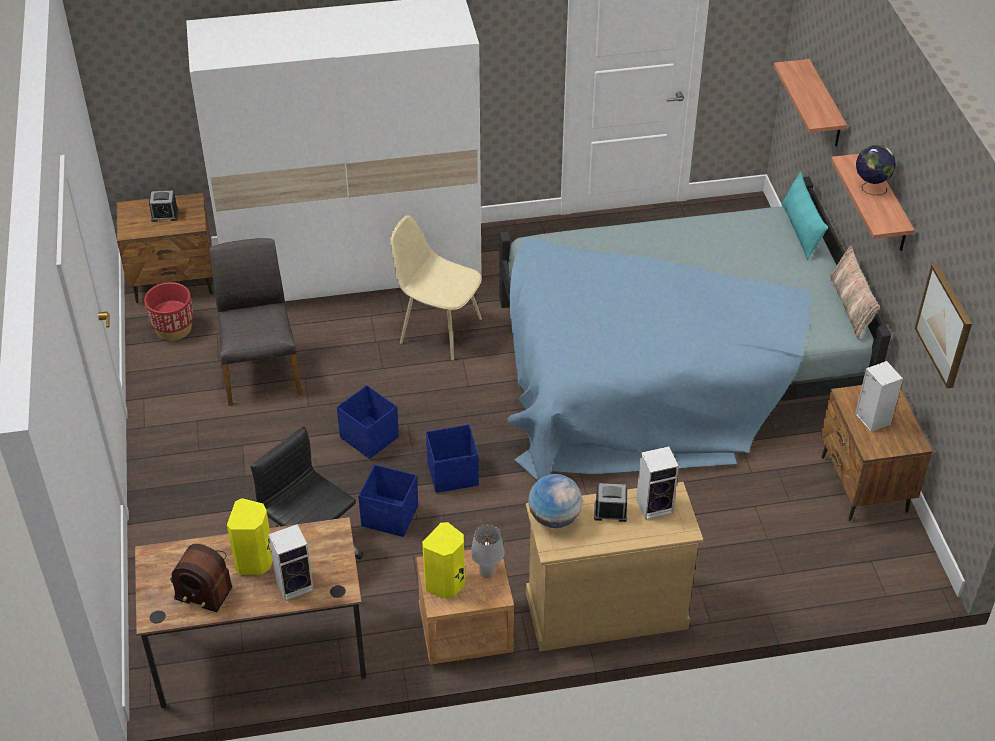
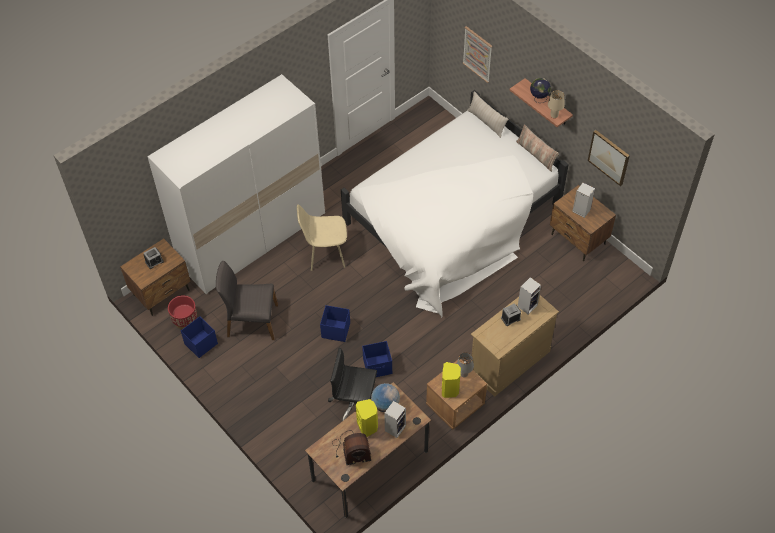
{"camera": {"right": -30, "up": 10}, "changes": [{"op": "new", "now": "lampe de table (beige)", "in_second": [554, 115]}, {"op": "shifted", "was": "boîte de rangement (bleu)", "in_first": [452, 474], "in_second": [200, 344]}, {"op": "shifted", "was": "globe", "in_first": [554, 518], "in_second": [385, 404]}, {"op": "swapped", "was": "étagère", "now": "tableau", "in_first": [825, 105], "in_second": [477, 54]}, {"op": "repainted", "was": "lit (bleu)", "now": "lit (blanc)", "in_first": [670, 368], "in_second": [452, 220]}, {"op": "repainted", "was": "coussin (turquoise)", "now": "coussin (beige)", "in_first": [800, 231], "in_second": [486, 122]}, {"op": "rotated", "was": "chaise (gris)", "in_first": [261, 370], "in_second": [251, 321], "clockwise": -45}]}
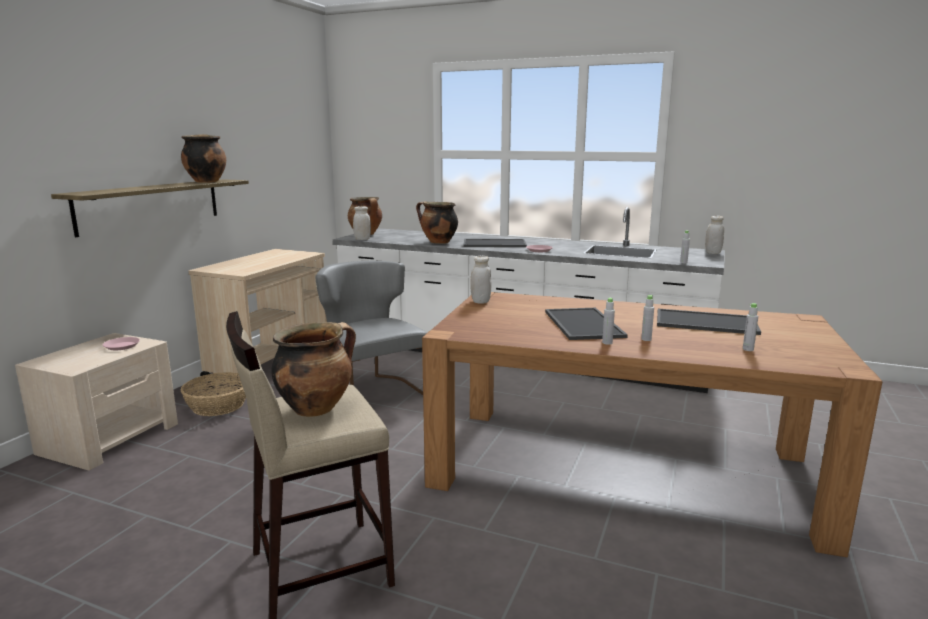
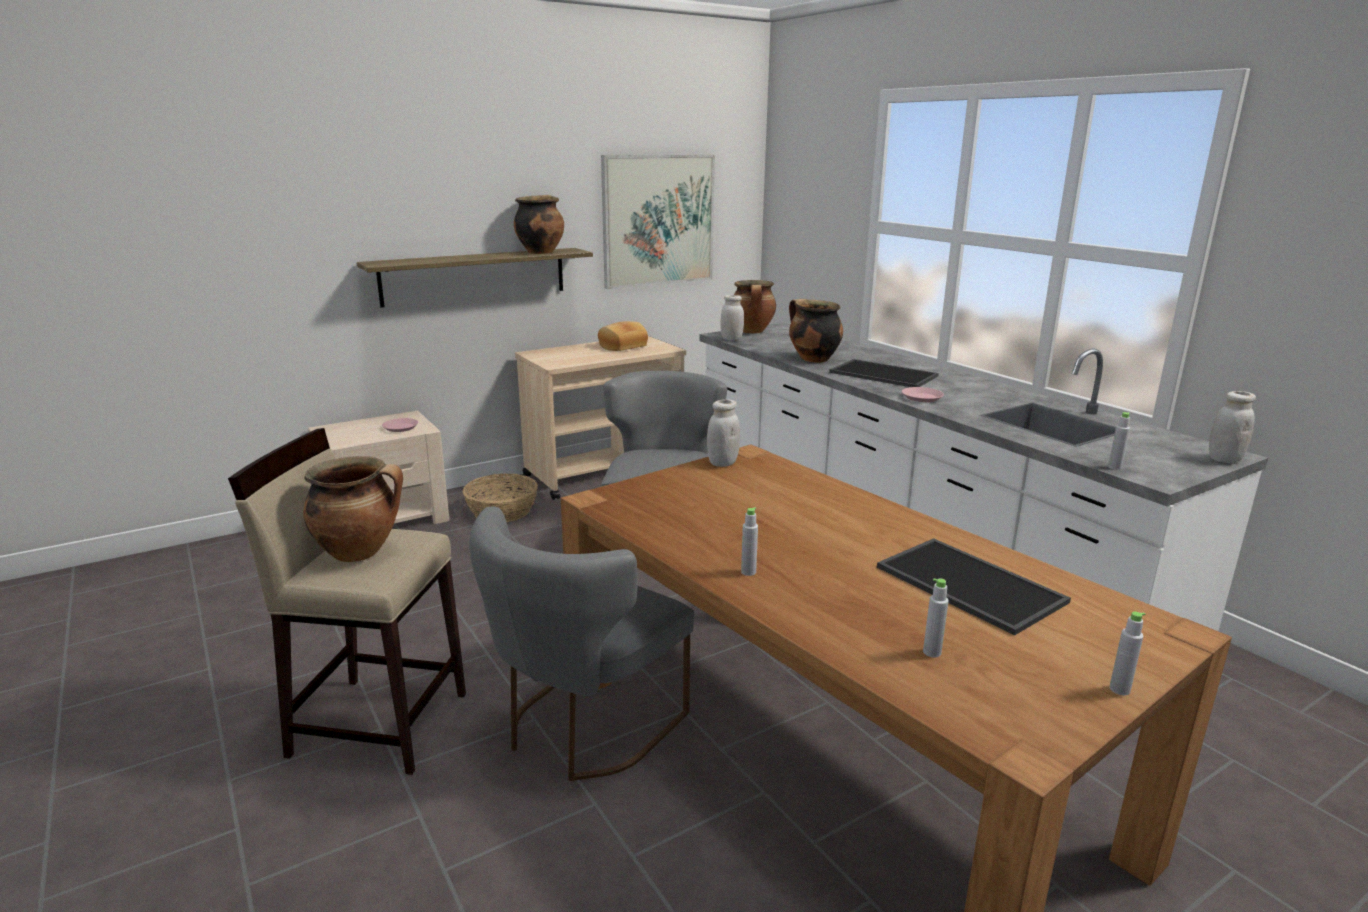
{"camera": {"right": 35, "up": 5}, "changes": [{"op": "gone", "was": "plateau", "in_first": [581, 324]}, {"op": "new", "now": "chaise (gris)", "in_second": [583, 729]}, {"op": "new", "now": "pain", "in_second": [622, 346]}, {"op": "new", "now": "tableau", "in_second": [658, 220]}, {"op": "shifted", "was": "bouteille (gris)", "in_first": [646, 339], "in_second": [1119, 689]}]}
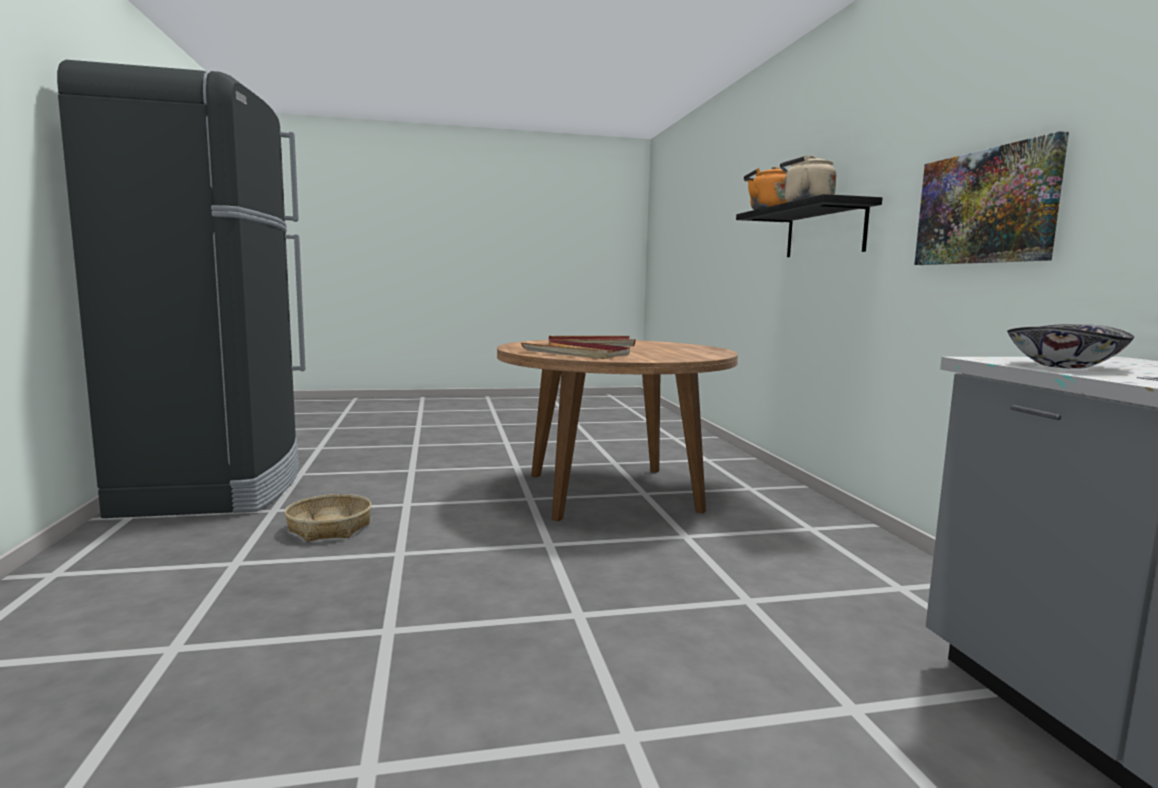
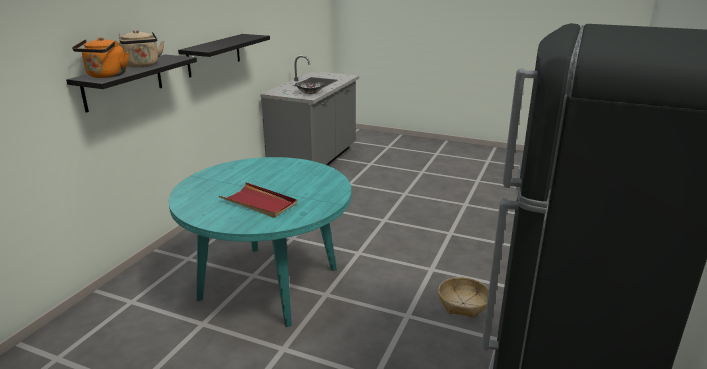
{"camera": {"right": -145, "up": 15}, "changes": [{"op": "gone", "was": "plateau (rouge)", "in_first": [576, 353]}, {"op": "swapped", "was": "tableau", "now": "étagère (noir)", "in_first": [985, 207], "in_second": [214, 55]}, {"op": "repainted", "was": "table à manger (marron)", "now": "table à manger (turquoise)", "in_first": [611, 492], "in_second": [269, 283]}]}
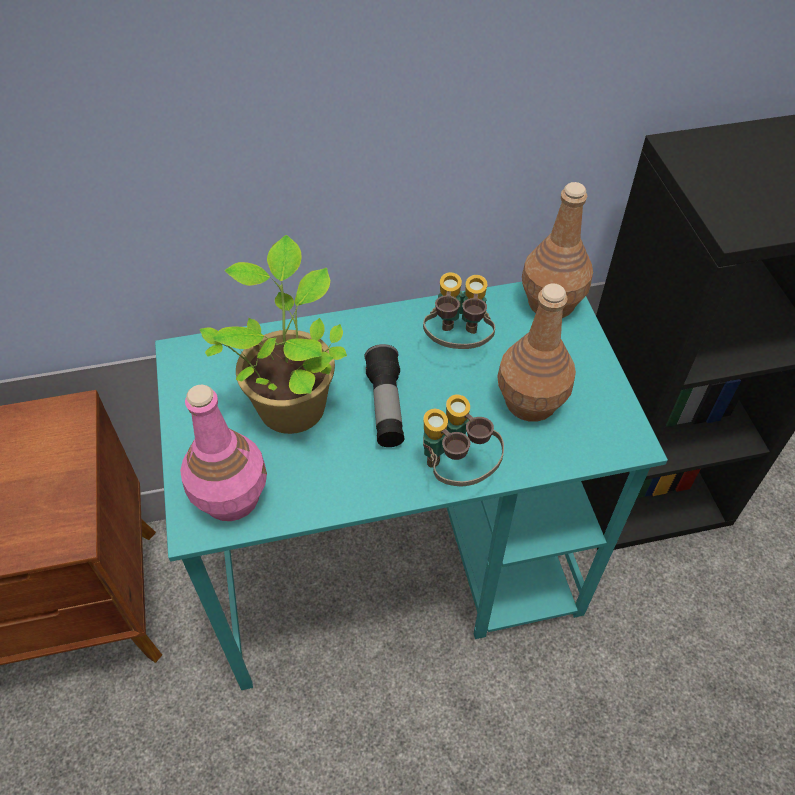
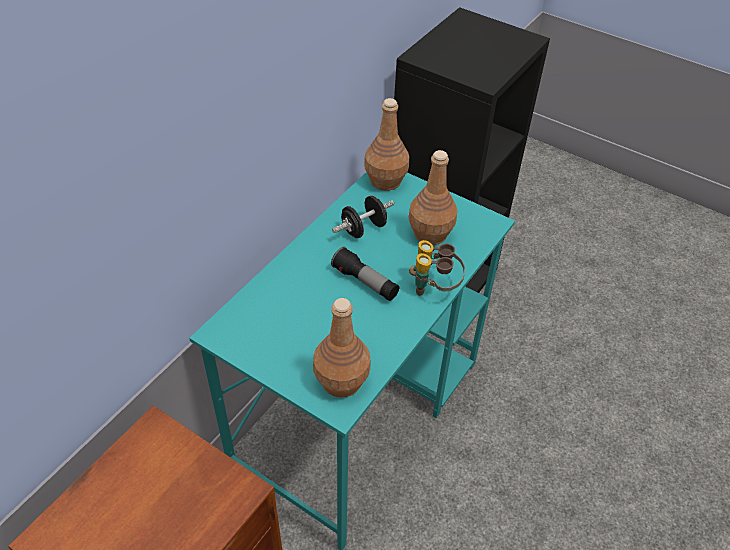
{"camera": {"right": -45, "up": -5}, "changes": [{"op": "gone", "was": "plante en pot", "in_first": [292, 403]}, {"op": "swapped", "was": "jumelles", "now": "haltère (noir)", "in_first": [457, 343], "in_second": [363, 229]}, {"op": "repainted", "was": "bouteille (rose)", "now": "bouteille (marron)", "in_first": [231, 496], "in_second": [341, 381]}]}
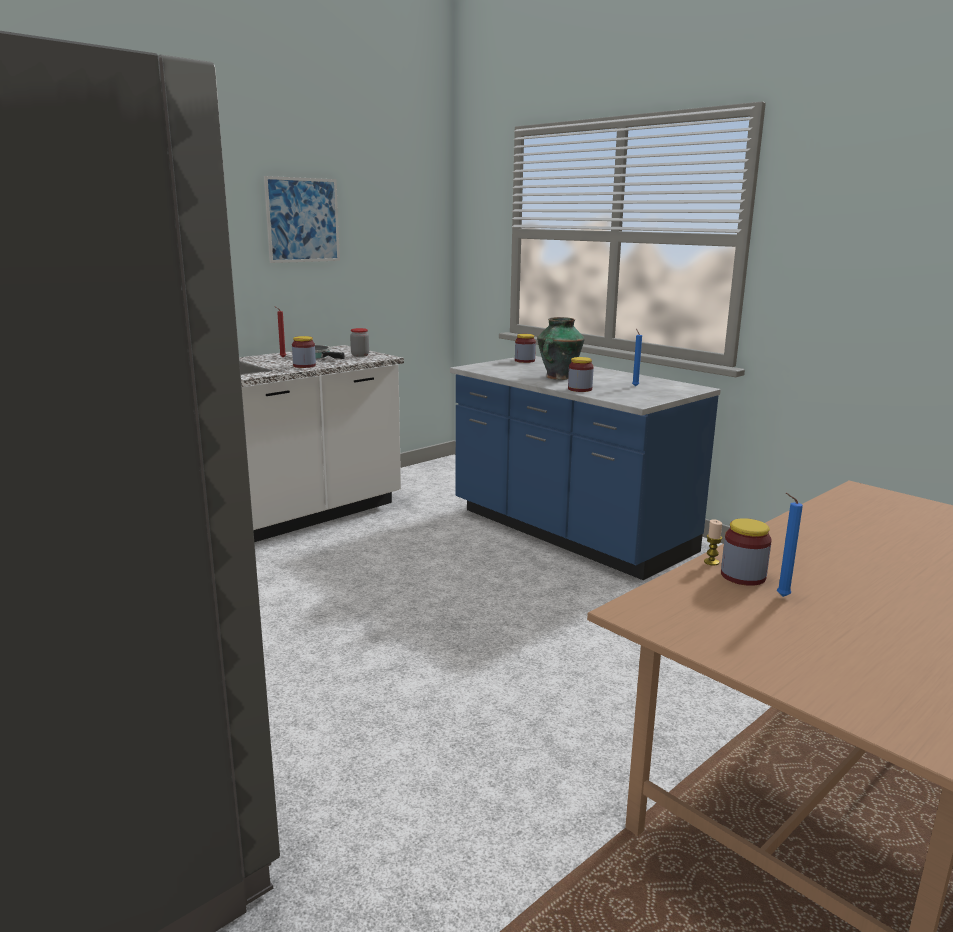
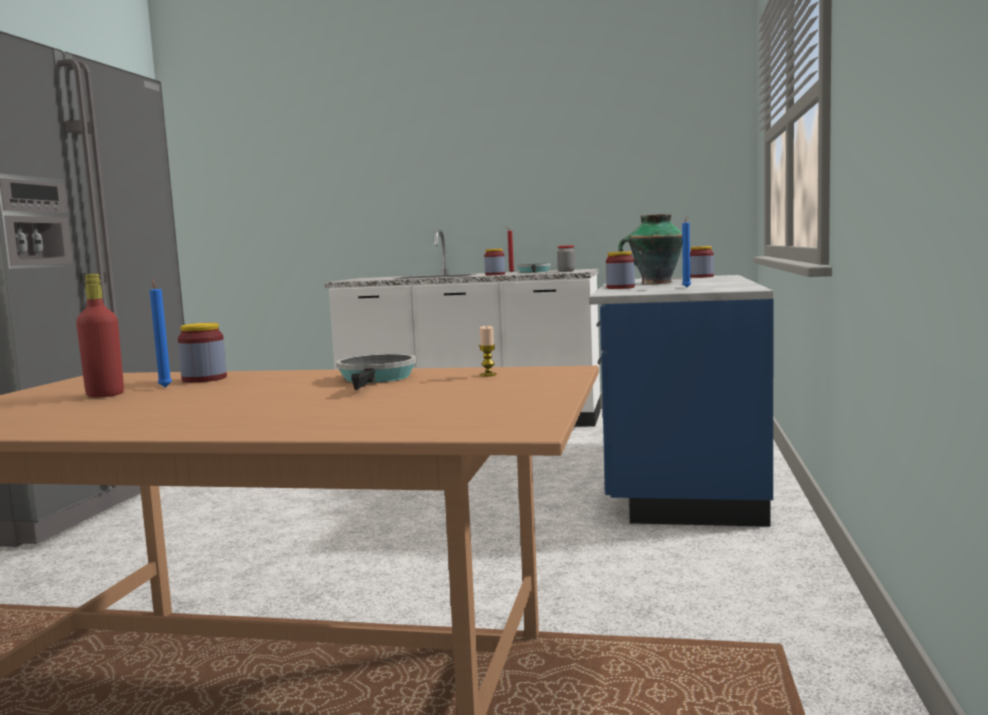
{"camera": {"right": 55, "up": -10}, "changes": [{"op": "gone", "was": "tableau", "in_first": [303, 220]}, {"op": "new", "now": "bouteille (rouge)", "in_second": [105, 395]}, {"op": "new", "now": "poêle", "in_second": [376, 378]}, {"op": "shifted", "was": "bougie", "in_first": [711, 562], "in_second": [488, 375]}]}
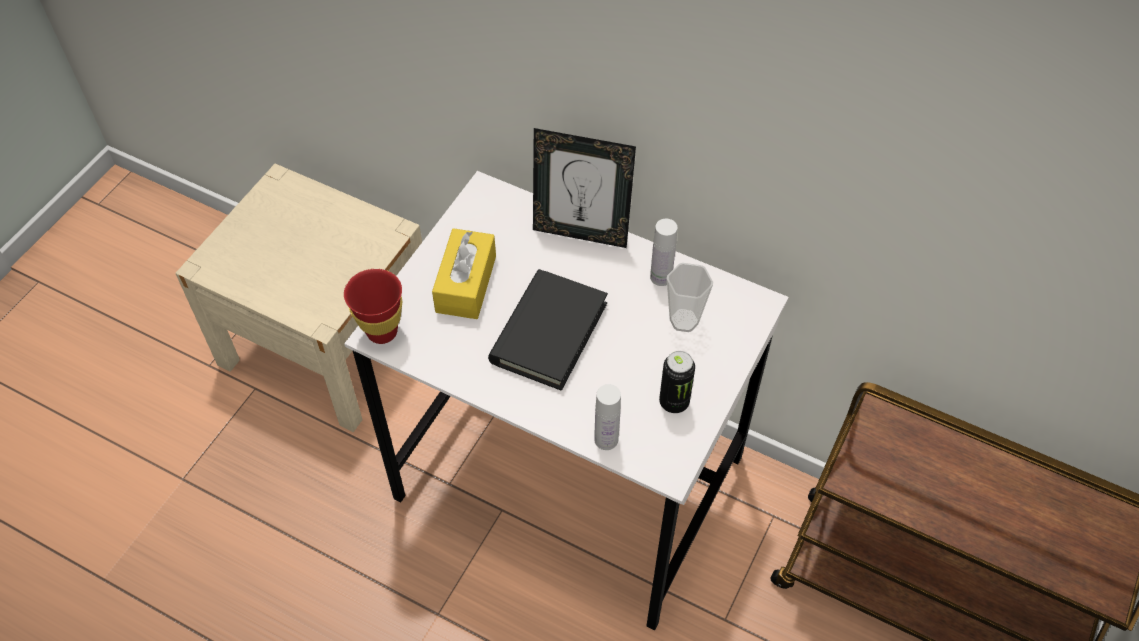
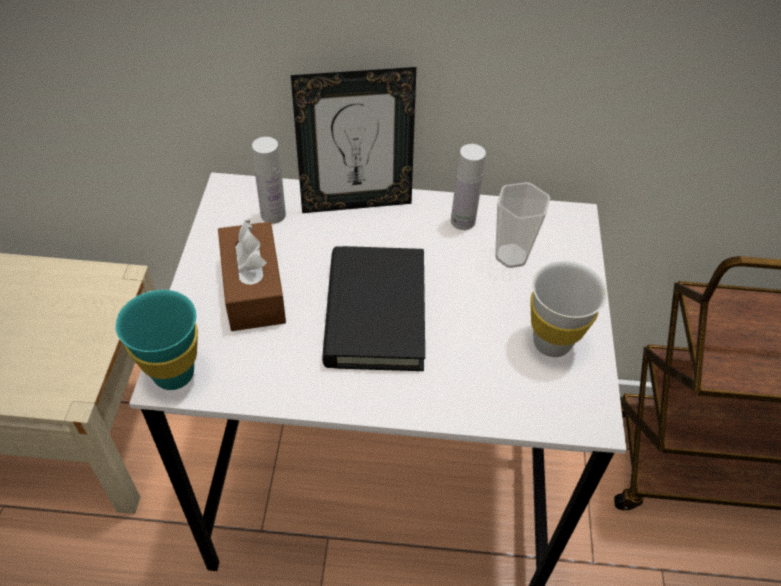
{"camera": {"right": -25, "up": -5}, "changes": [{"op": "shifted", "was": "bouteille (blanc)", "in_first": [606, 439], "in_second": [273, 215]}, {"op": "swapped", "was": "boîte métallique", "now": "tasse (blanc)", "in_first": [674, 402], "in_second": [552, 342]}, {"op": "repainted", "was": "tasse (rouge)", "now": "tasse (turquoise)", "in_first": [382, 332], "in_second": [174, 374]}, {"op": "repainted", "was": "boîte à mouchoirs (jaune)", "now": "boîte à mouchoirs (marron)", "in_first": [466, 284], "in_second": [253, 289]}]}
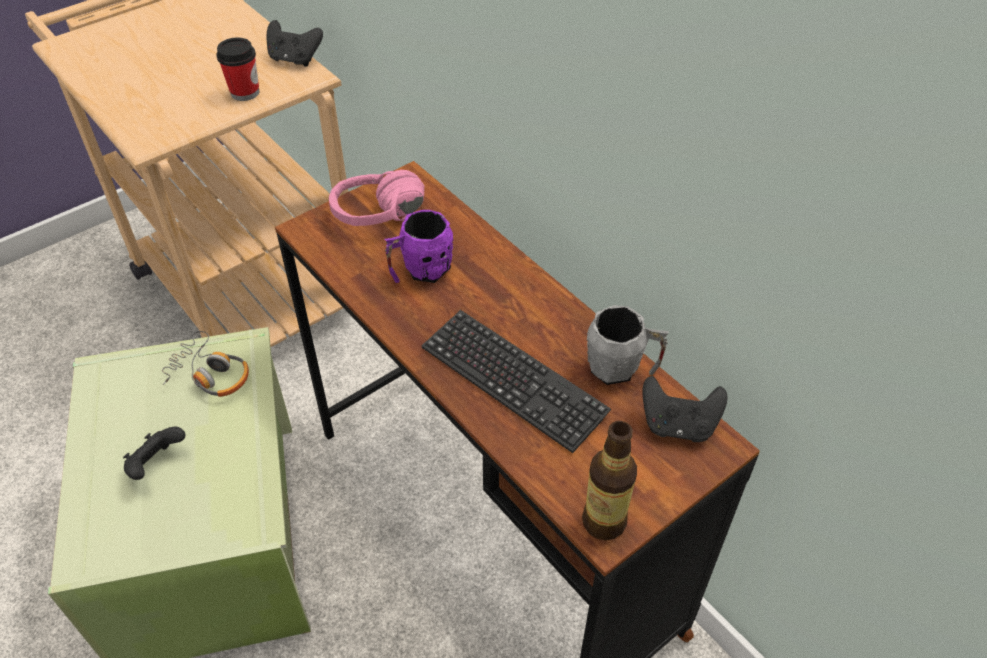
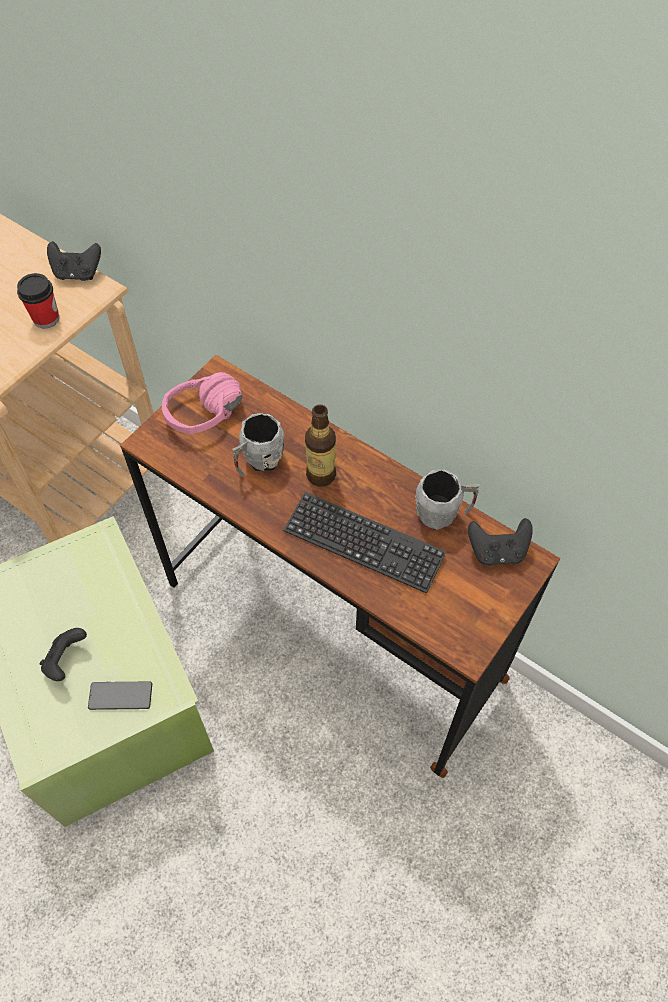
{"camera": {"right": -15, "up": 10}, "changes": [{"op": "gone", "was": "casque audio", "in_first": [210, 374]}, {"op": "new", "now": "téléphone", "in_second": [120, 696]}, {"op": "shifted", "was": "bouteille", "in_first": [604, 522], "in_second": [321, 475]}, {"op": "repainted", "was": "mug (violet)", "now": "mug (gris)", "in_first": [420, 271], "in_second": [258, 461]}]}
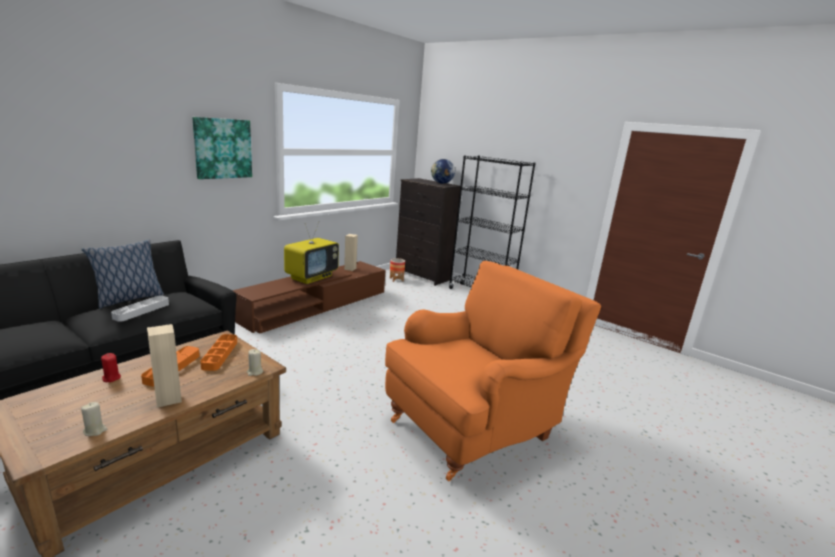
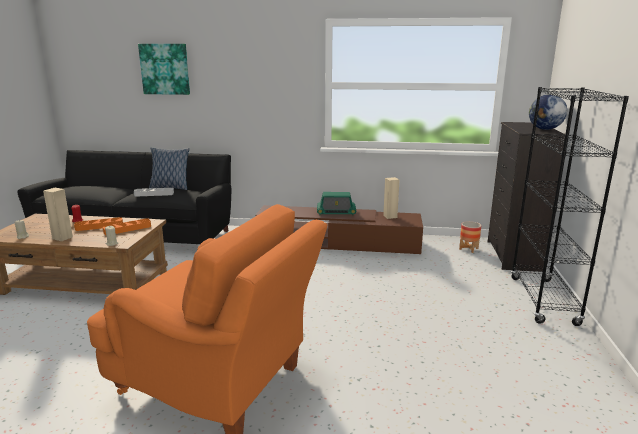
{"camera": {"right": 60, "up": 0}, "changes": [{"op": "shifted", "was": "tableau", "in_first": [223, 148], "in_second": [165, 69]}, {"op": "swapped", "was": "téléviseur", "now": "radio", "in_first": [311, 277], "in_second": [336, 212]}]}
